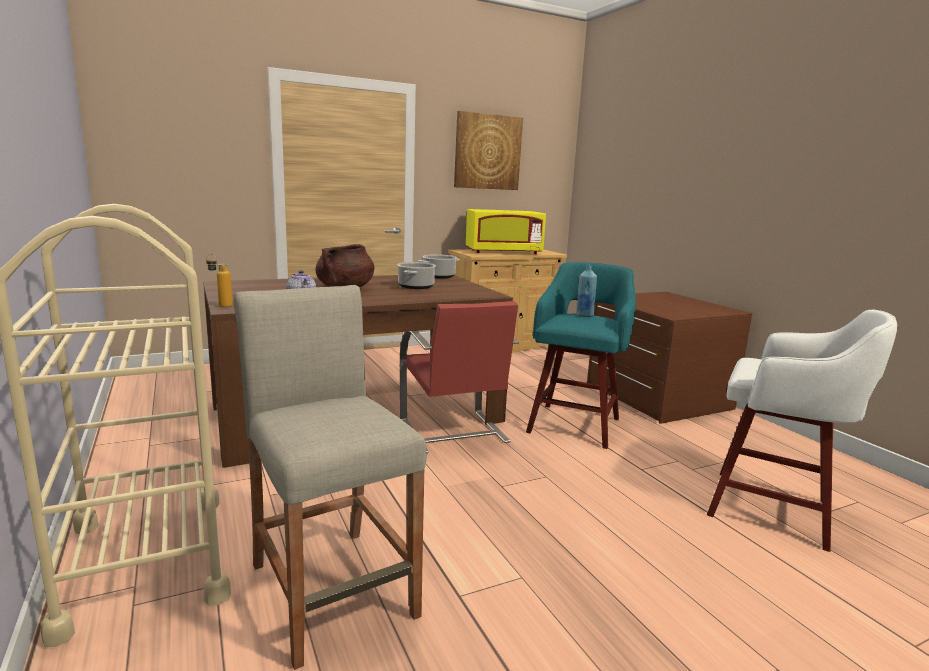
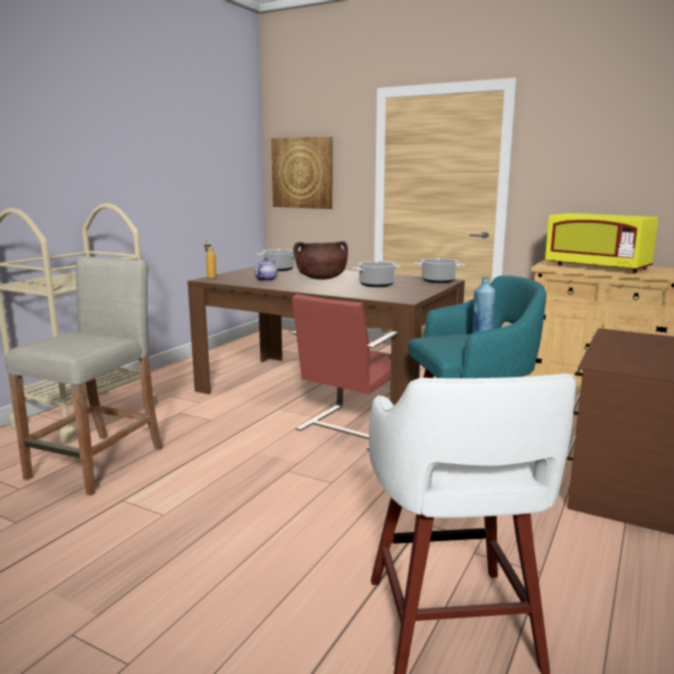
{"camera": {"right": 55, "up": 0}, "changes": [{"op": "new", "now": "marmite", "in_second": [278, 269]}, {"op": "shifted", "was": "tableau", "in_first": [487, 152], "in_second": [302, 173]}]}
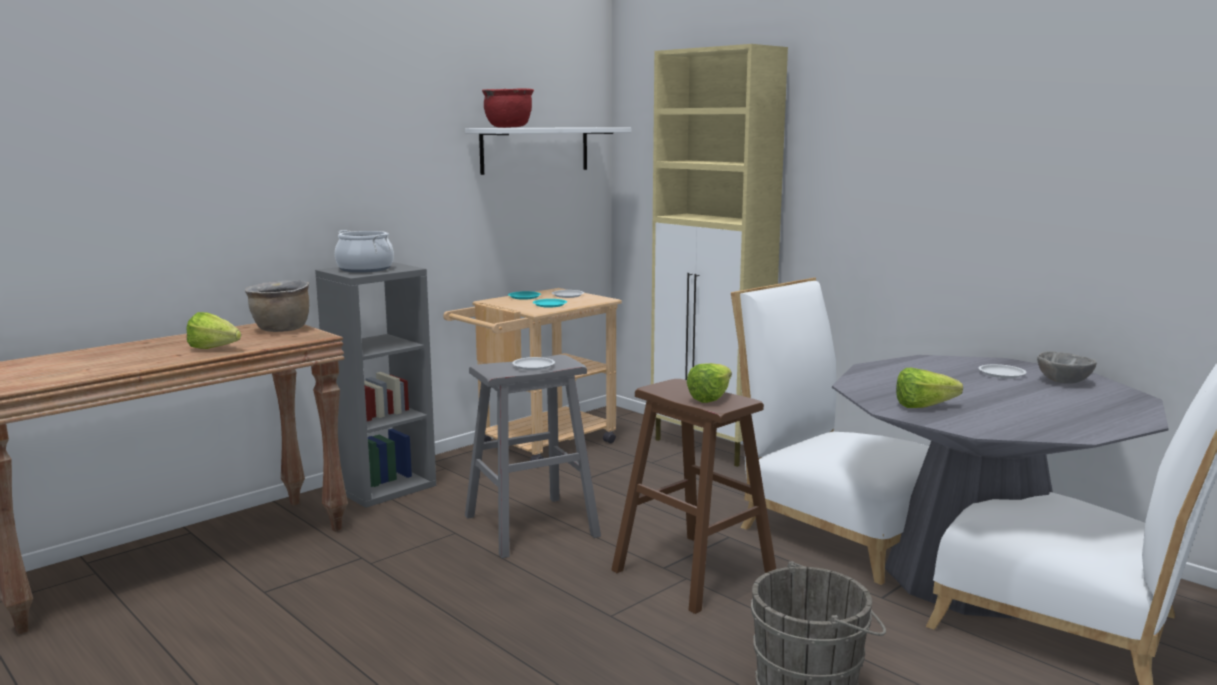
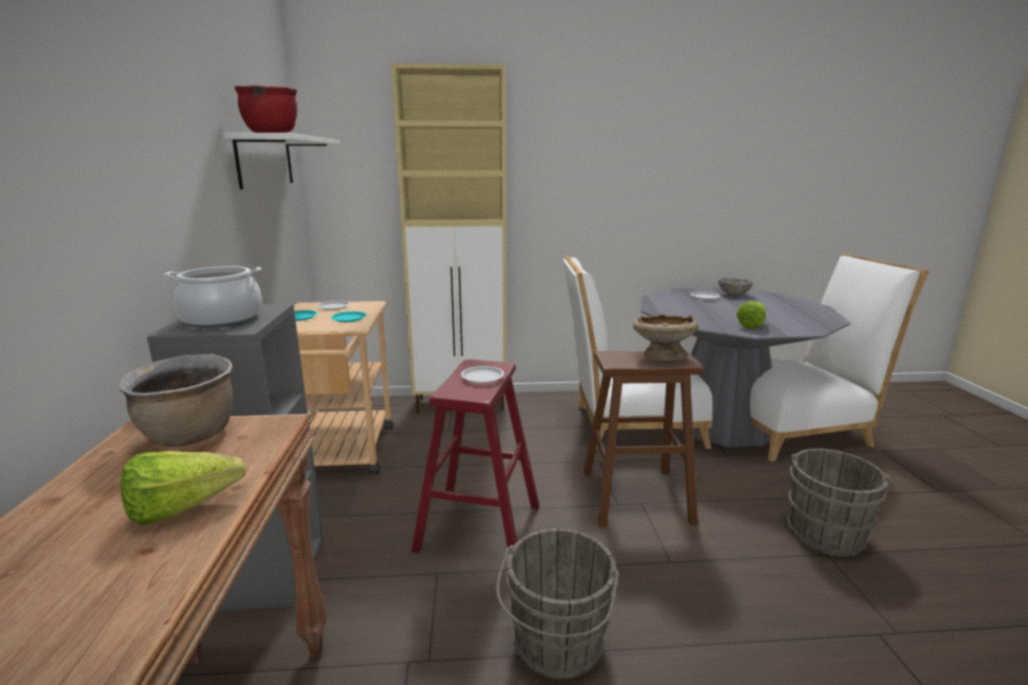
{"camera": {"right": -50, "up": 5}, "changes": [{"op": "new", "now": "seau (gris)", "in_second": [556, 646]}, {"op": "swapped", "was": "laitue", "now": "bol (beige)", "in_first": [714, 397], "in_second": [661, 356]}, {"op": "repainted", "was": "tabouret (gris)", "now": "tabouret (rouge)", "in_first": [531, 526], "in_second": [479, 527]}]}
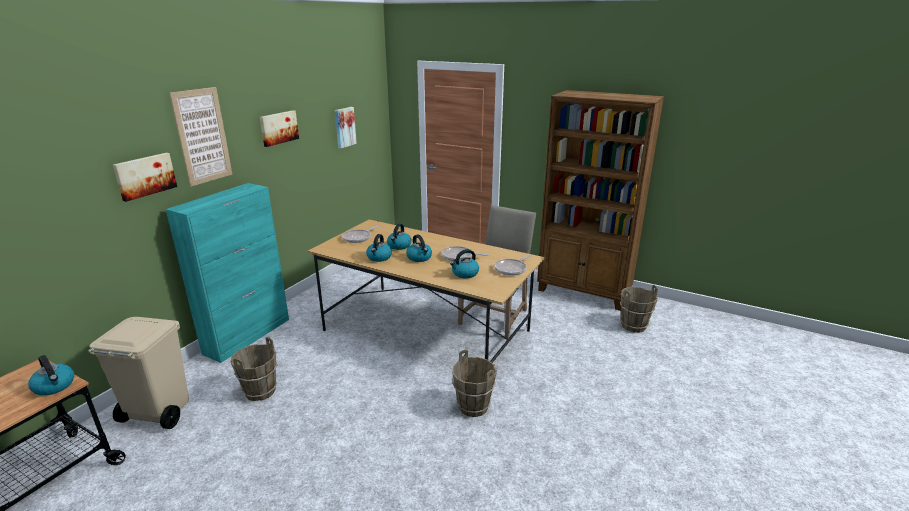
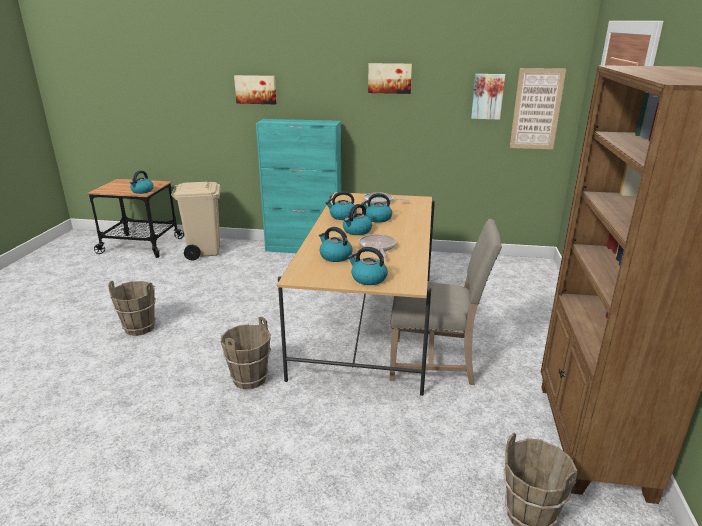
{"camera": {"right": 70, "up": 0}, "changes": [{"op": "shifted", "was": "tableau", "in_first": [202, 136], "in_second": [536, 109]}, {"op": "shifted", "was": "seau (marron)", "in_first": [260, 391], "in_second": [140, 328]}, {"op": "swapped", "was": "poêle", "now": "bouilloire", "in_first": [511, 269], "in_second": [368, 279]}]}
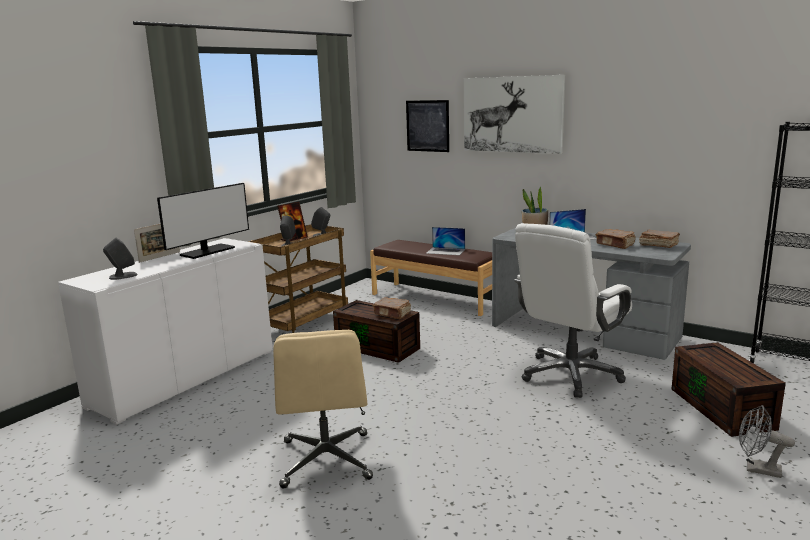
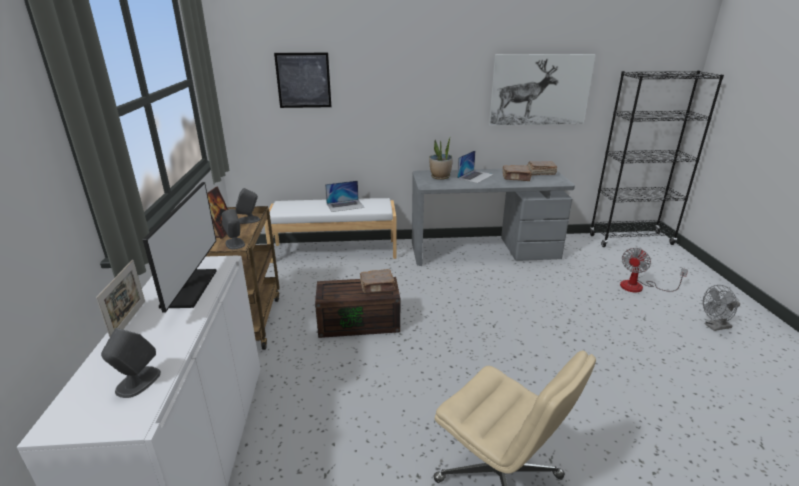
{"camera": {"right": -40, "up": 10}, "changes": [{"op": "gone", "was": "chaise de bureau (blanc)", "in_first": [570, 375]}, {"op": "shifted", "was": "tableau", "in_first": [512, 114], "in_second": [540, 90]}, {"op": "swapped", "was": "boîte de rangement (marron)", "now": "ventilateur", "in_first": [723, 409], "in_second": [639, 287]}, {"op": "repainted", "was": "banc (marron)", "now": "banc (blanc)", "in_first": [435, 298], "in_second": [334, 250]}]}
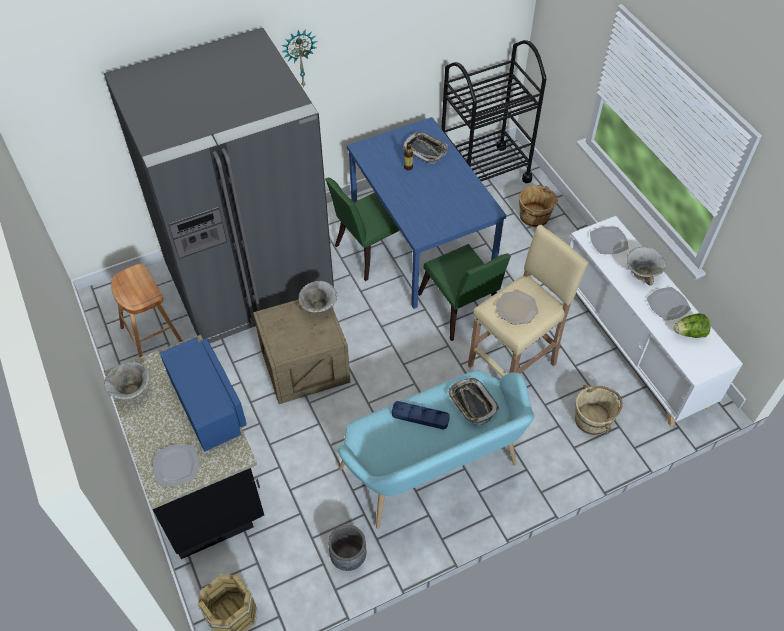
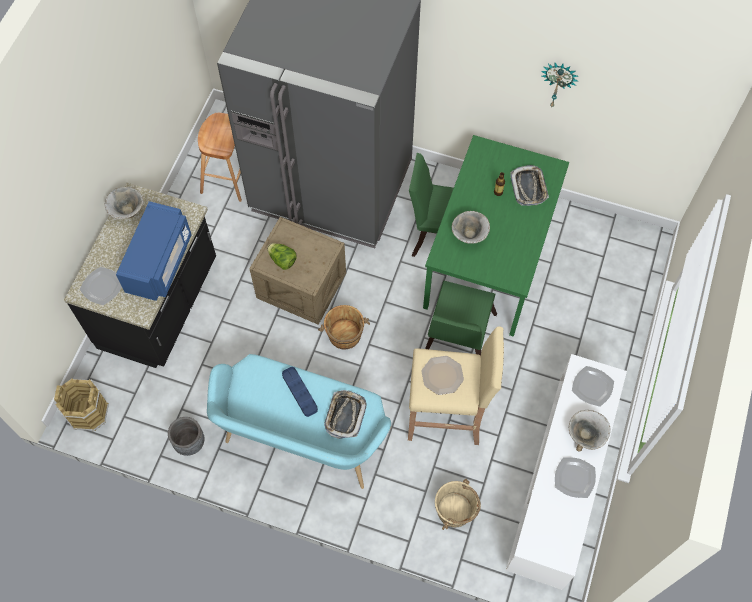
{"camera": {"right": 45, "up": 10}, "changes": [{"op": "gone", "was": "chariot (noir)", "in_first": [483, 174]}, {"op": "shifted", "was": "horloge murale", "in_first": [299, 57], "in_second": [557, 83]}, {"op": "shifted", "was": "bol", "in_first": [318, 308], "in_second": [469, 236]}, {"op": "shifted", "was": "seau (marron)", "in_first": [534, 217], "in_second": [344, 335]}, {"op": "shifted", "was": "laitue", "in_first": [689, 333], "in_second": [282, 260]}, {"op": "repainted", "was": "table à manger (bleu)", "now": "table à manger (vert)", "in_first": [422, 242], "in_second": [489, 260]}]}
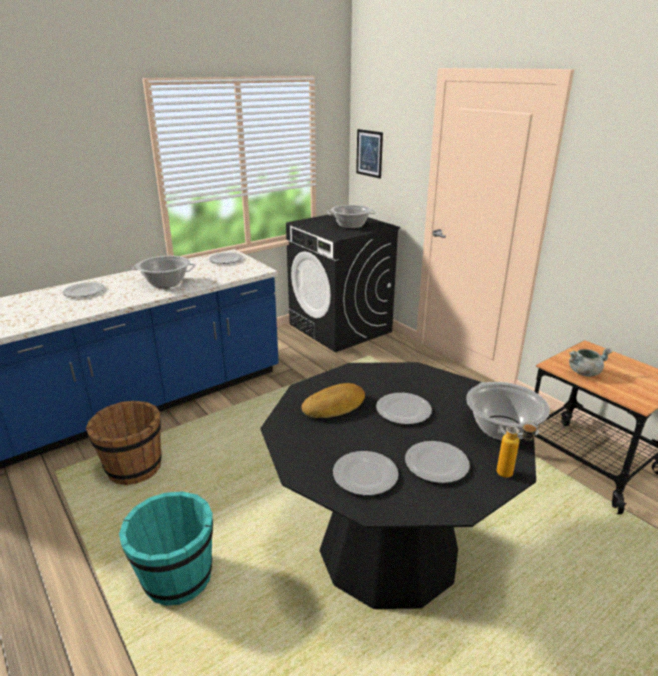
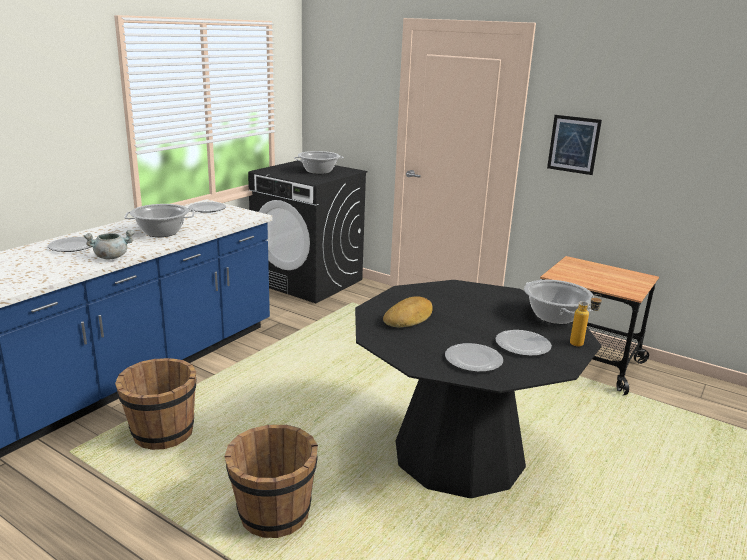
{"camera": {"right": -20, "up": -5}, "changes": [{"op": "gone", "was": "assiette", "in_first": [403, 411]}, {"op": "shifted", "was": "tableau", "in_first": [369, 153], "in_second": [573, 144]}, {"op": "shifted", "was": "marmite (gris)", "in_first": [584, 372], "in_second": [111, 257]}, {"op": "repainted", "was": "seau (turquoise)", "now": "seau (marron)", "in_first": [176, 577], "in_second": [273, 514]}]}
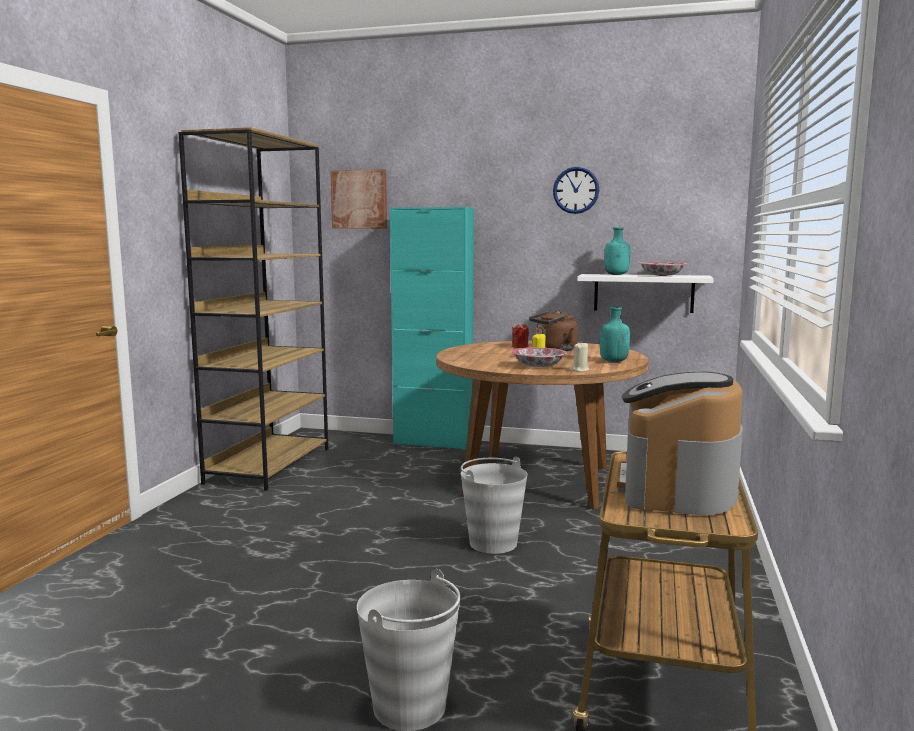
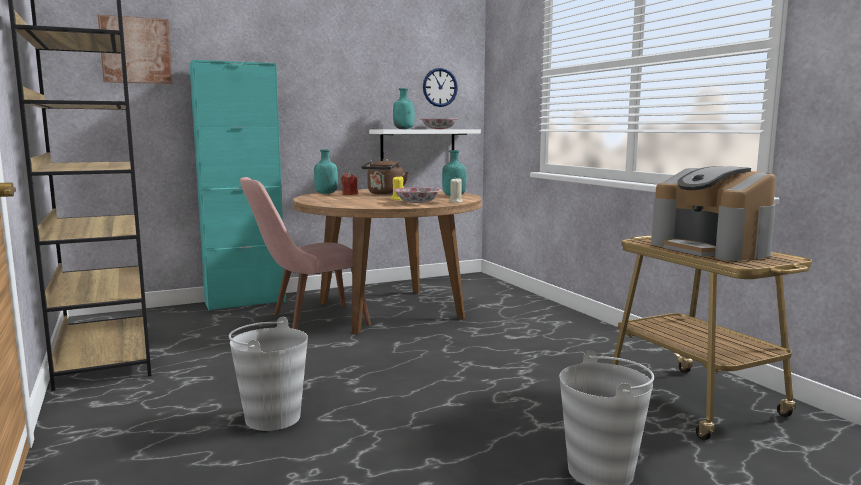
{"camera": {"right": -40, "up": 0}, "changes": [{"op": "new", "now": "chaise (rose)", "in_second": [307, 321]}, {"op": "new", "now": "bouteille (turquoise)", "in_second": [325, 193]}, {"op": "shifted", "was": "seau (gris)", "in_first": [493, 543], "in_second": [272, 418]}, {"op": "shifted", "was": "horloge murale", "in_first": [576, 190], "in_second": [440, 87]}]}
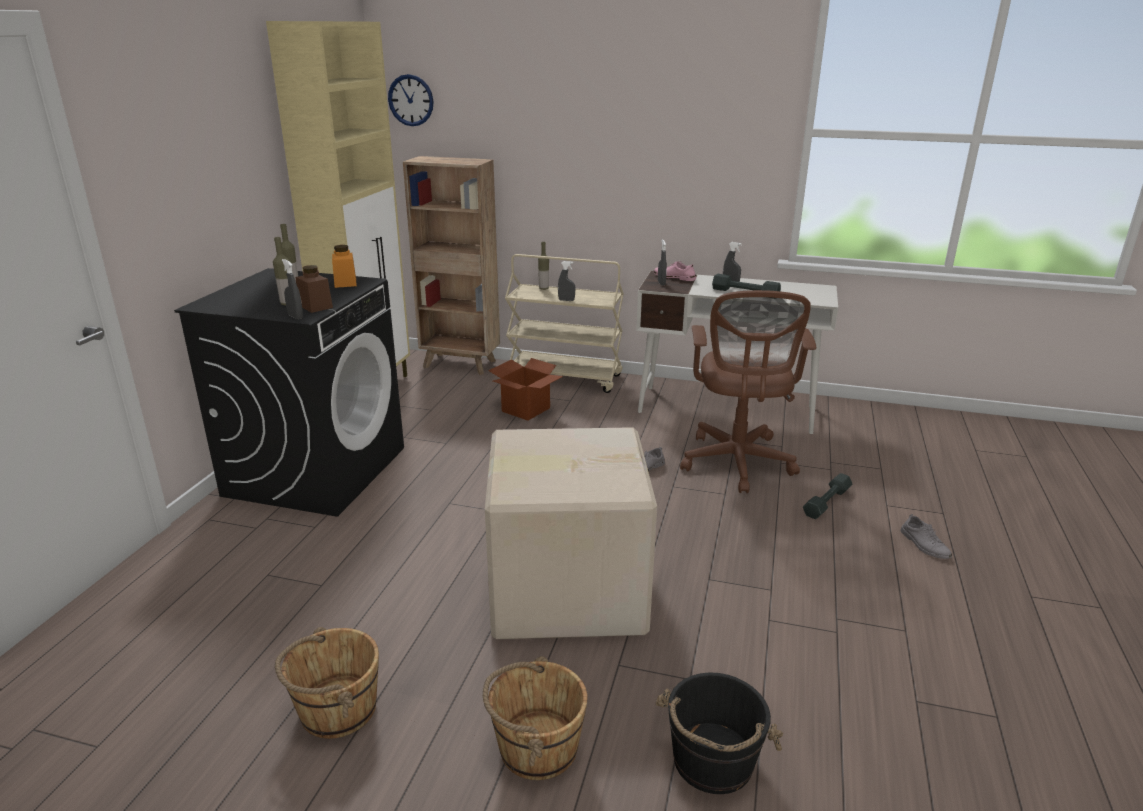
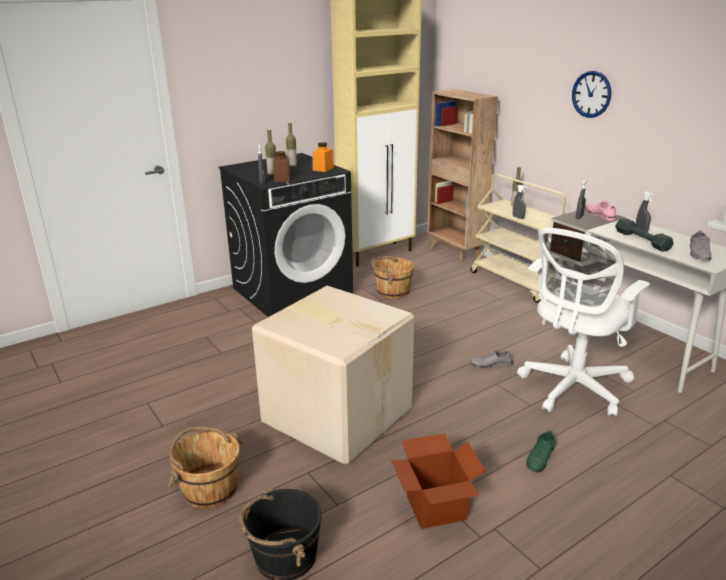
{"camera": {"right": 40, "up": 0}, "changes": [{"op": "gone", "was": "haltère (gris)", "in_first": [826, 502]}, {"op": "new", "now": "chaussure (vert)", "in_second": [540, 457]}, {"op": "shifted", "was": "seau (marron)", "in_first": [336, 710], "in_second": [392, 291]}, {"op": "shifted", "was": "horloge murale", "in_first": [411, 100], "in_second": [591, 94]}, {"op": "shifted", "was": "carton", "in_first": [525, 409], "in_second": [436, 507]}, {"op": "shifted", "was": "chaussure (gris)", "in_first": [924, 545], "in_second": [699, 253]}, {"op": "repainted", "was": "chaise de bureau (marron)", "now": "chaise de bureau (blanc)", "in_first": [737, 464], "in_second": [572, 389]}]}
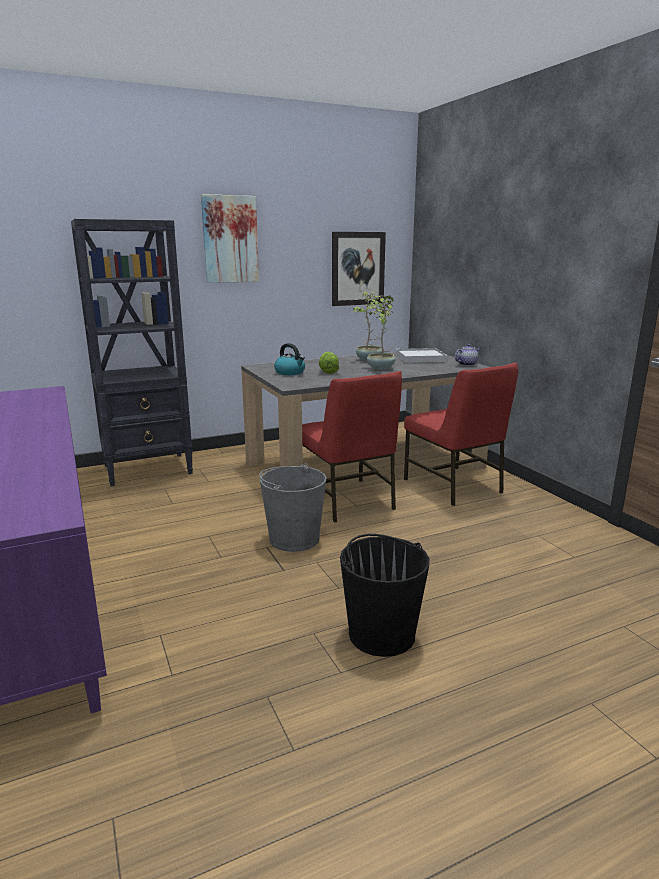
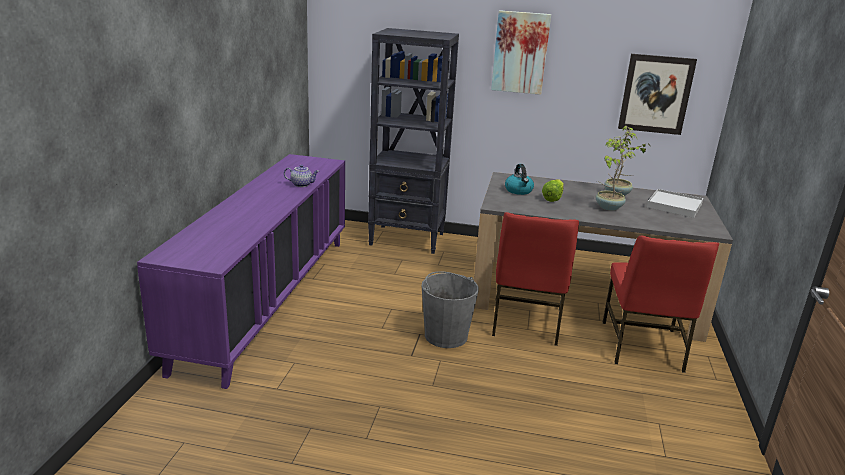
{"camera": {"right": 35, "up": 5}, "changes": [{"op": "gone", "was": "seau (noir)", "in_first": [381, 634]}, {"op": "shifted", "was": "théière", "in_first": [466, 364], "in_second": [302, 184]}]}
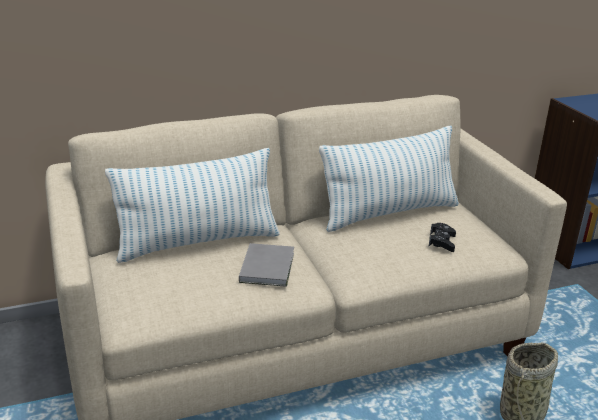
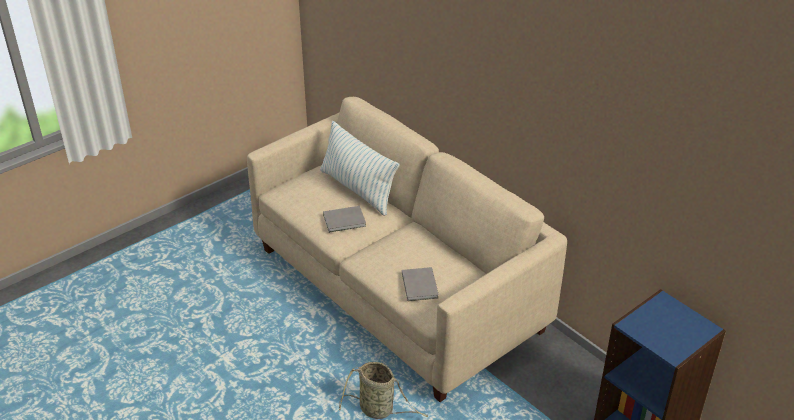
{"camera": {"right": 70, "up": 10}, "changes": [{"op": "gone", "was": "coussin", "in_first": [389, 213]}, {"op": "swapped", "was": "manette (noir)", "now": "livre (gris)", "in_first": [442, 242], "in_second": [420, 285]}]}
